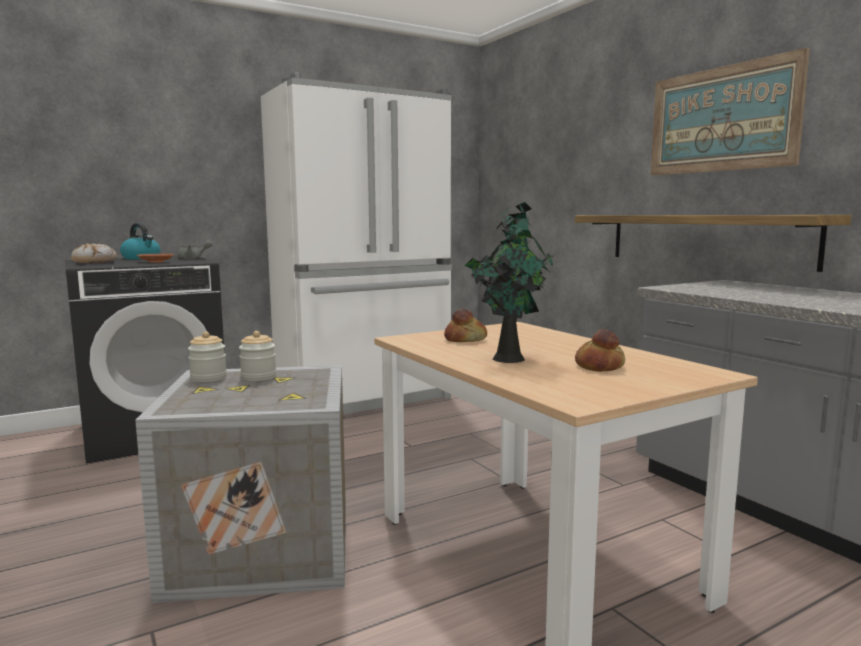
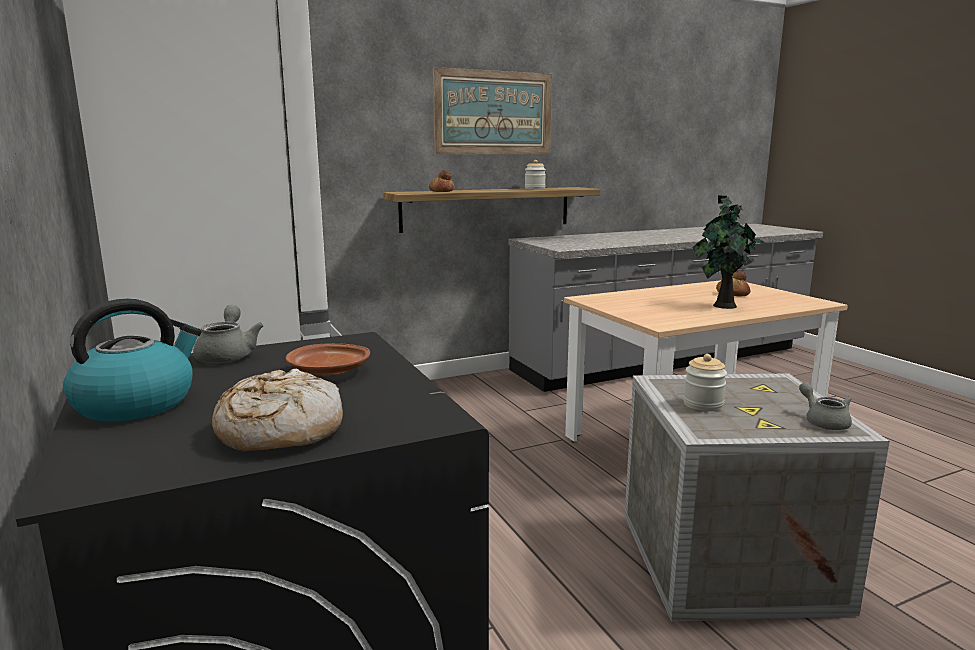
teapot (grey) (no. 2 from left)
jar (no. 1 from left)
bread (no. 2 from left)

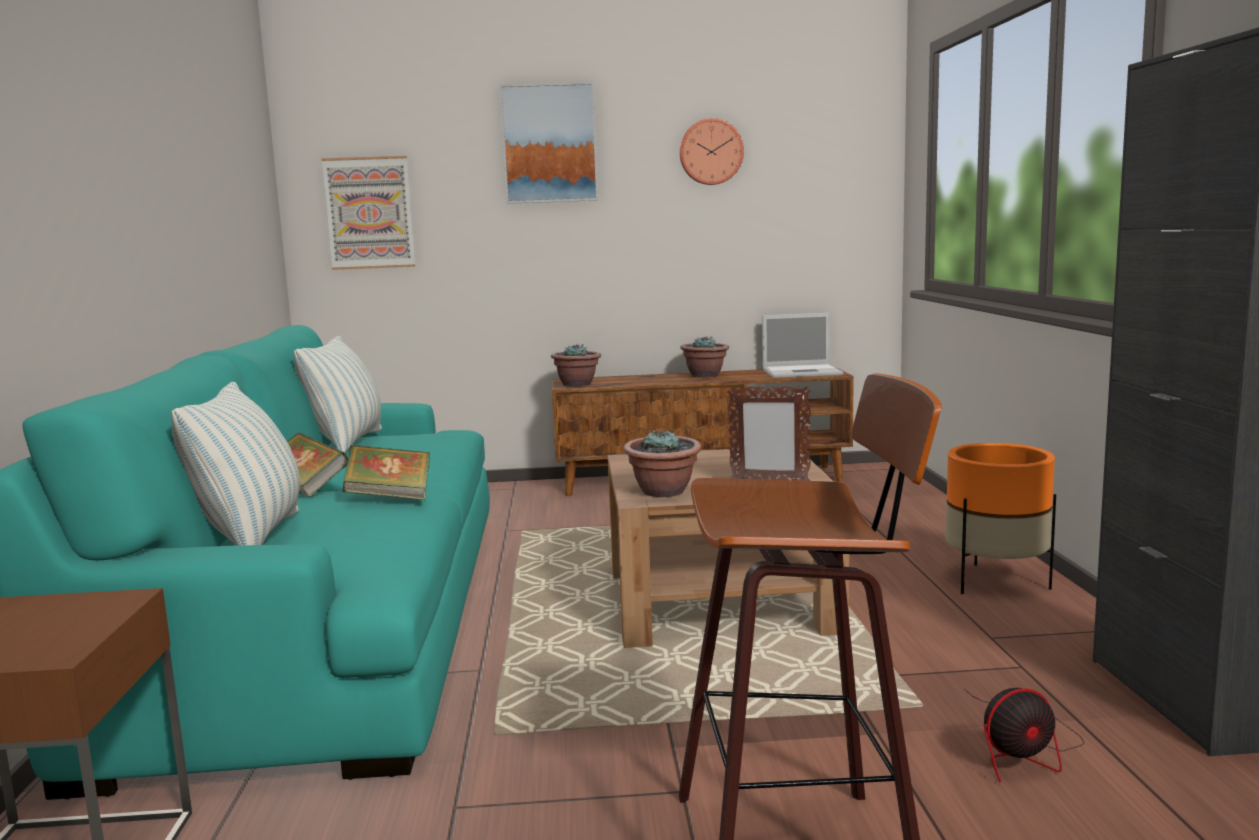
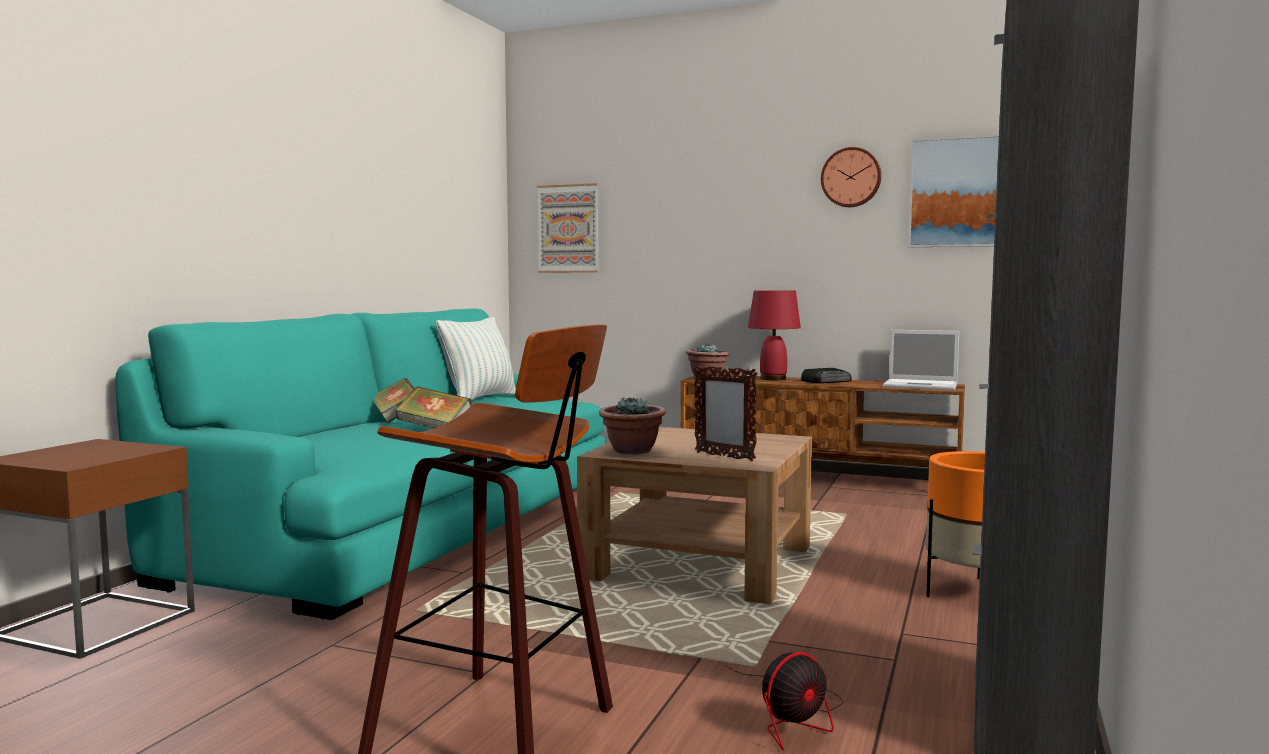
pillow (no. 1 from left in the first image)
table lamp (red)
picture (no. 2 from left)
radio
fan

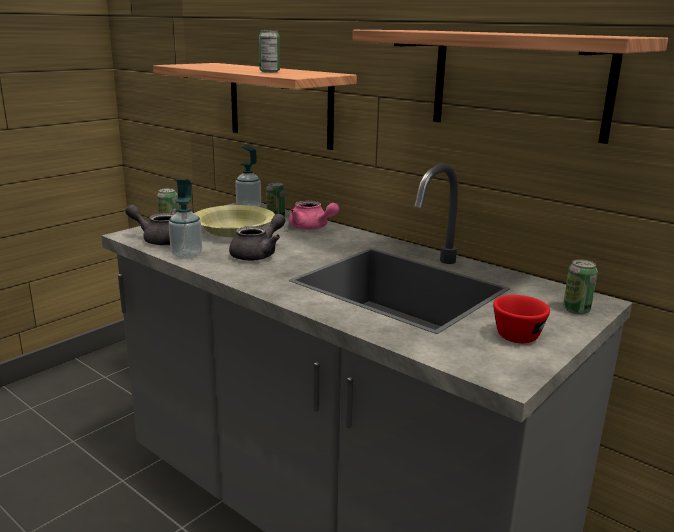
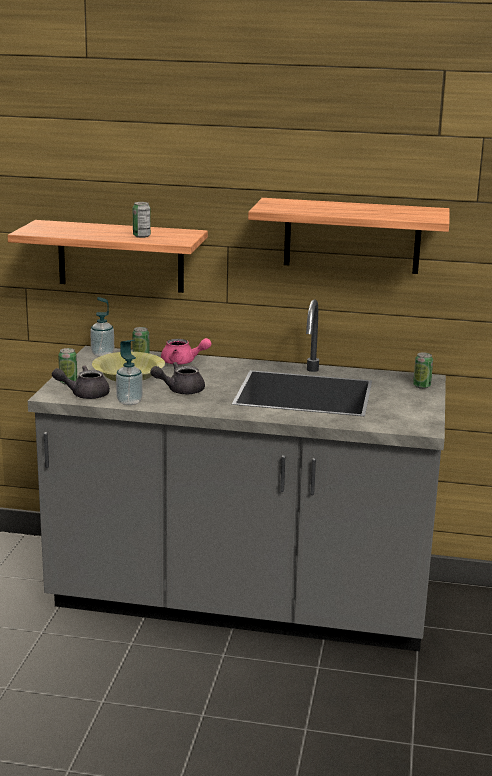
cup (red)
teapot (grey) (no. 2 from left)

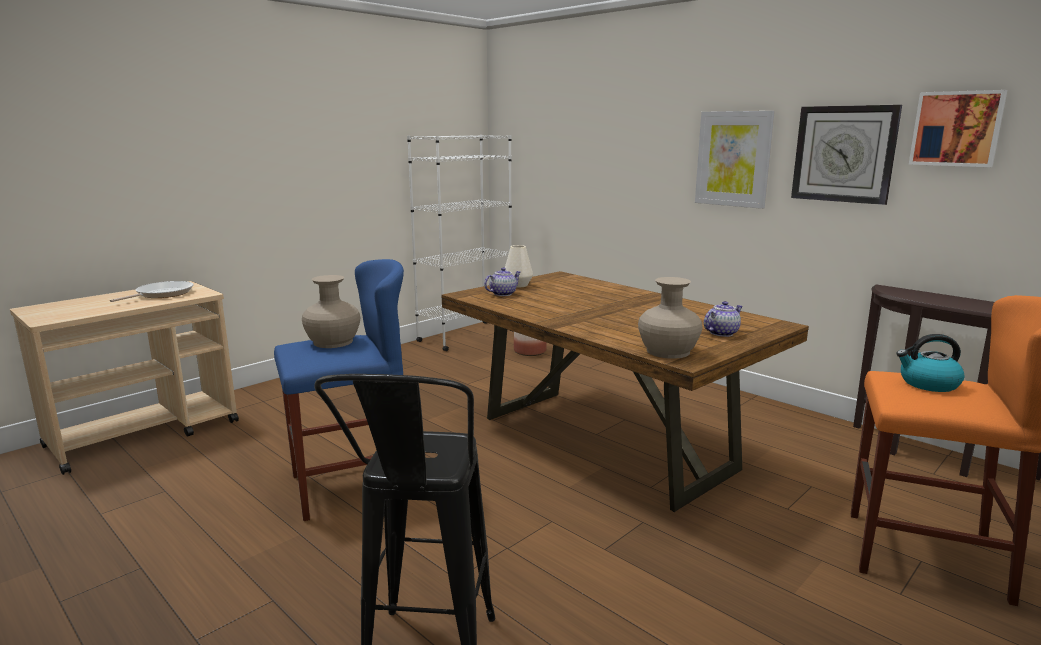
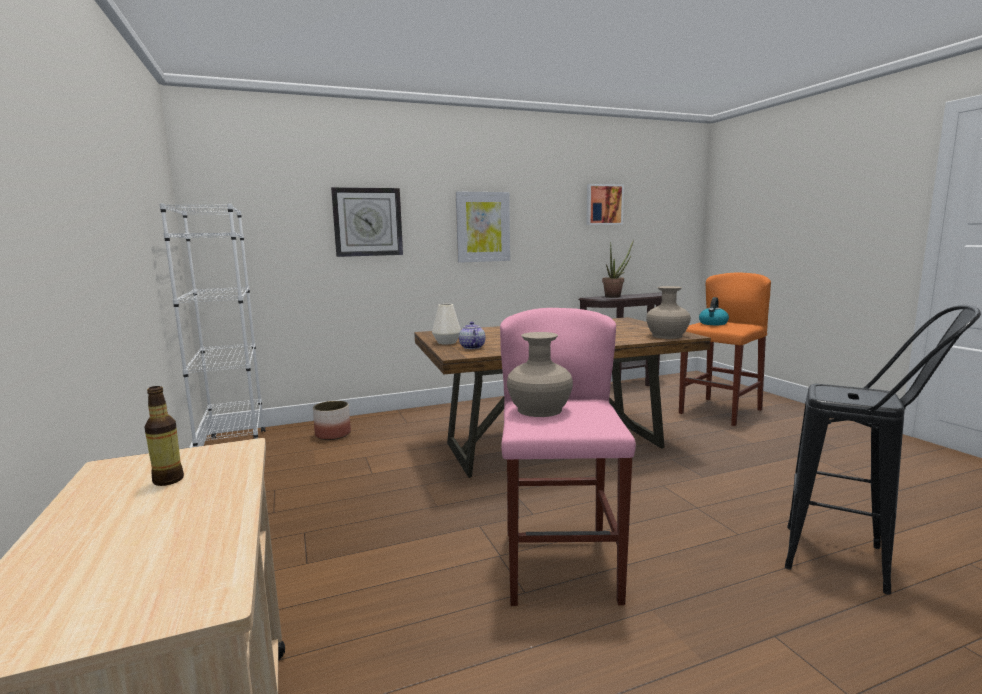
teapot (no. 2 from left in the first image)
potted plant
wall clock
bottle
stool (pink)

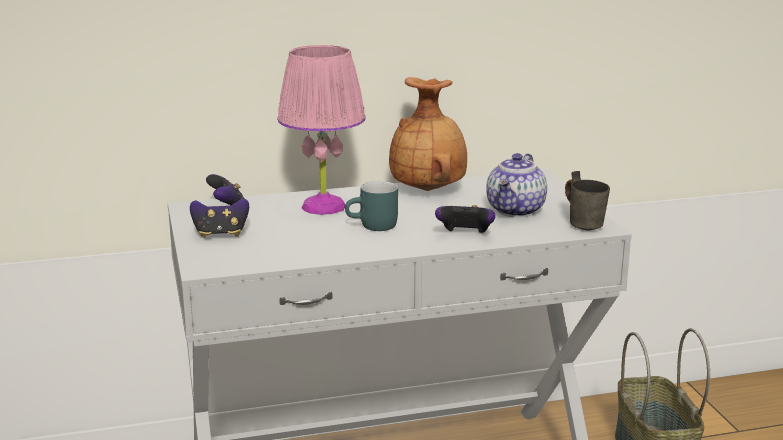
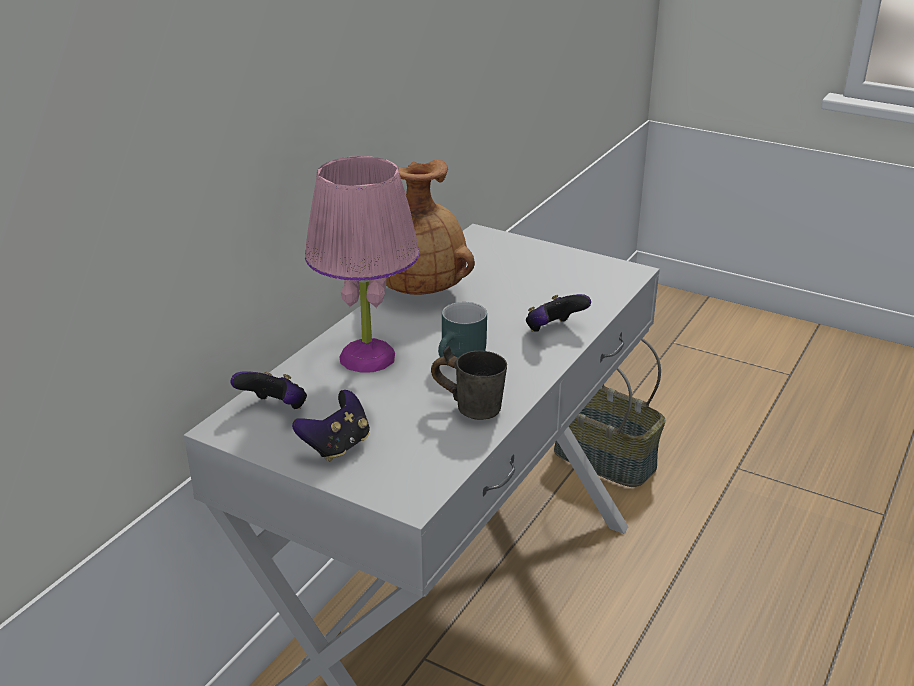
teapot
mug (grey)

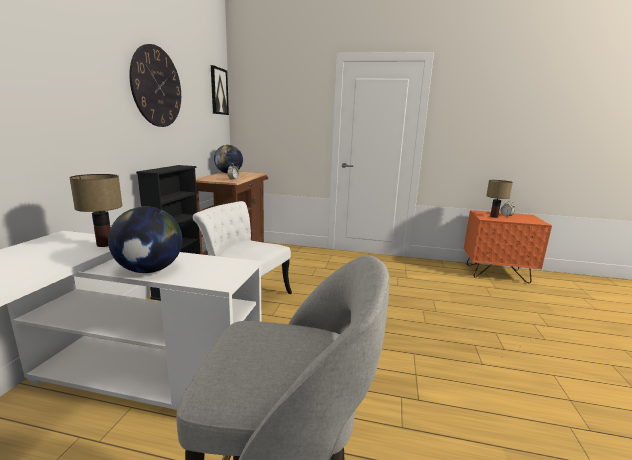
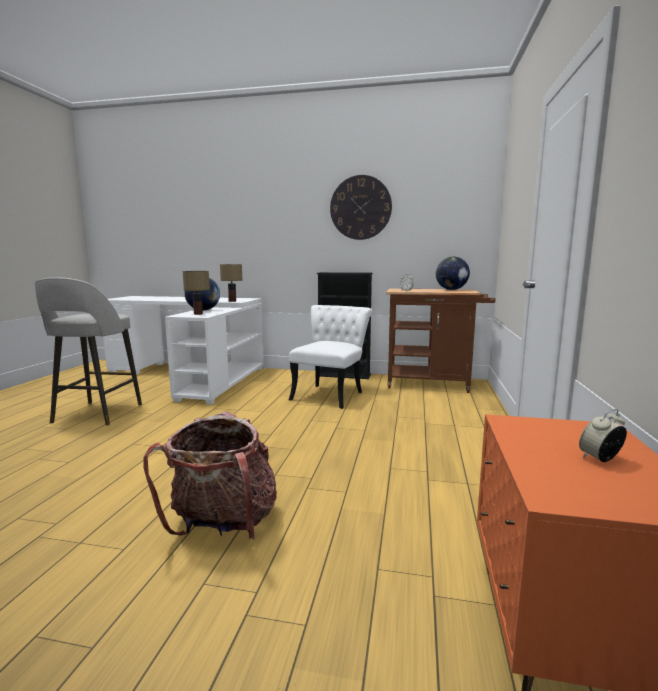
picture
backpack
table lamp (no. 1 from left)

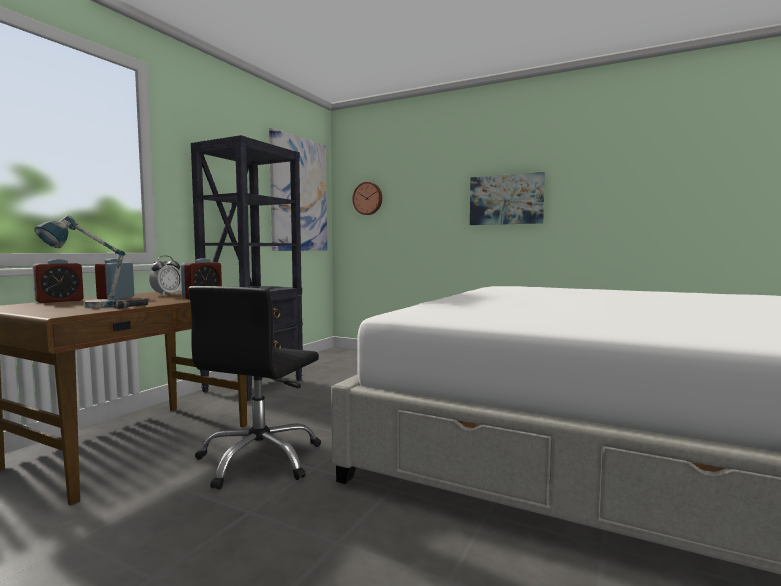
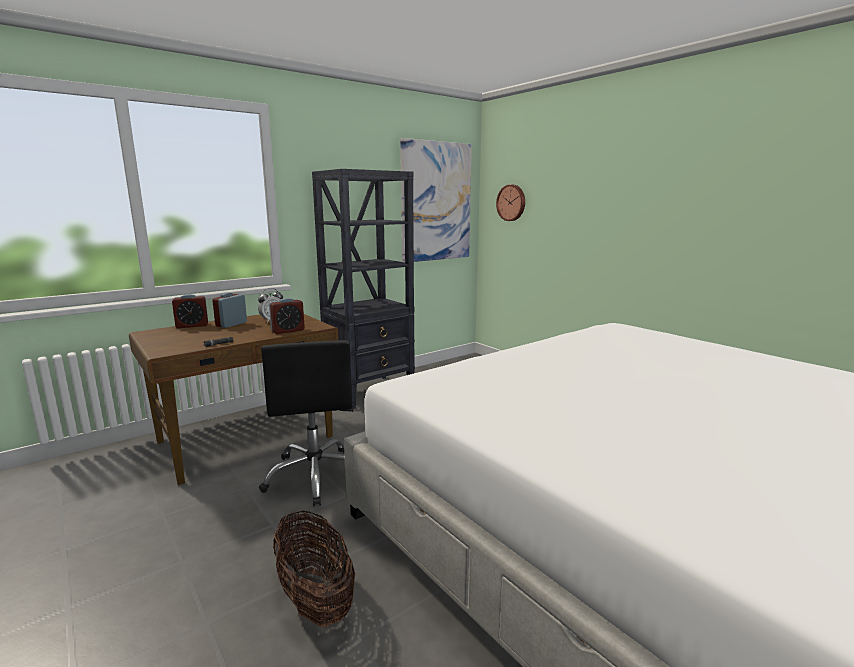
table lamp
picture (no. 2 from left in the first image)
basket
office chair (black)

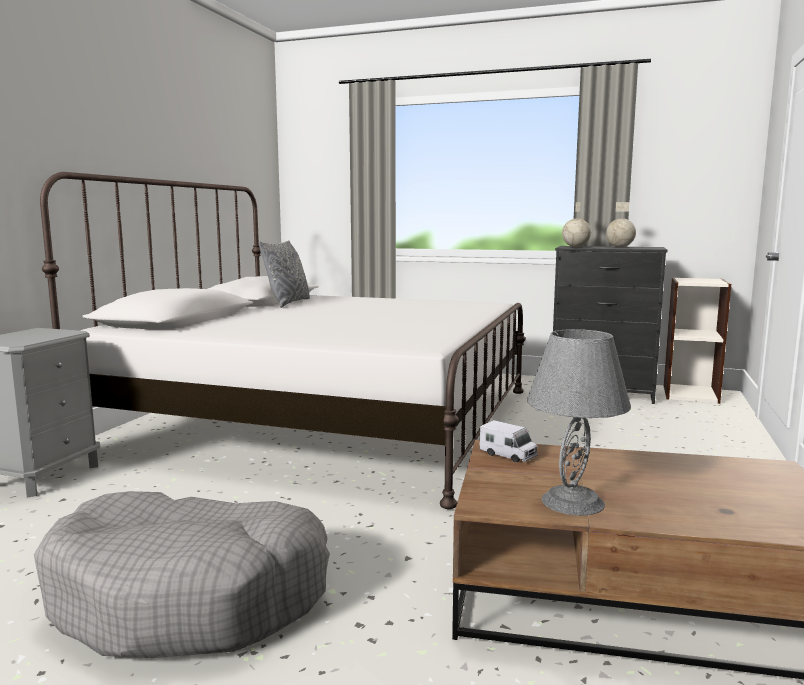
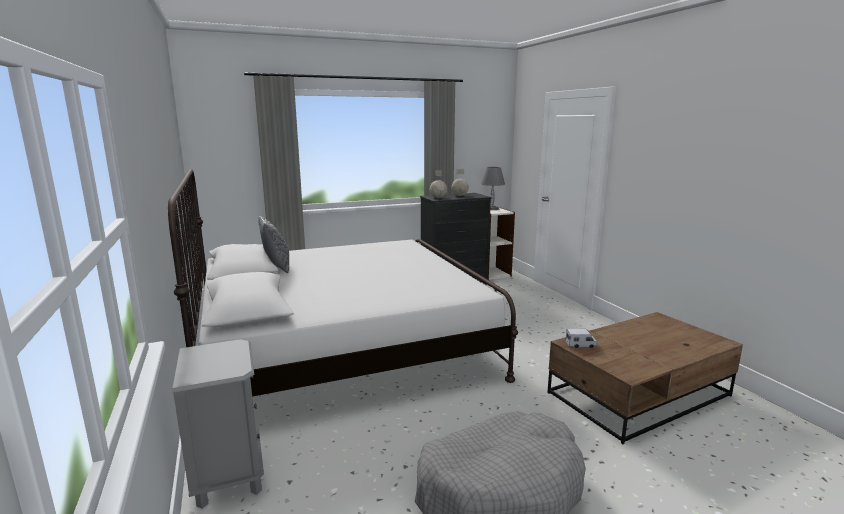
table lamp (grey)

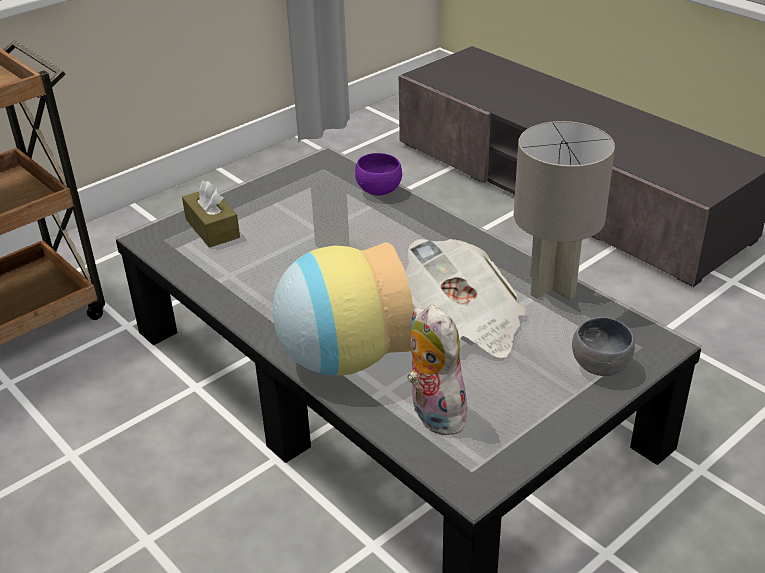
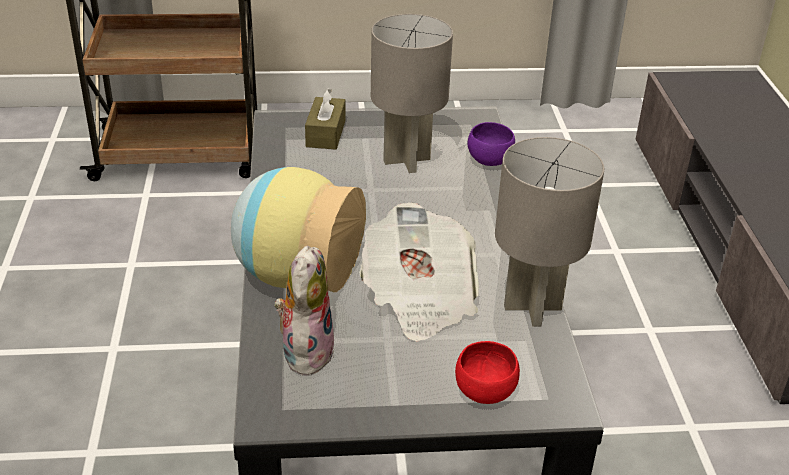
table lamp (grey) (no. 1 from left)
bowl (red)

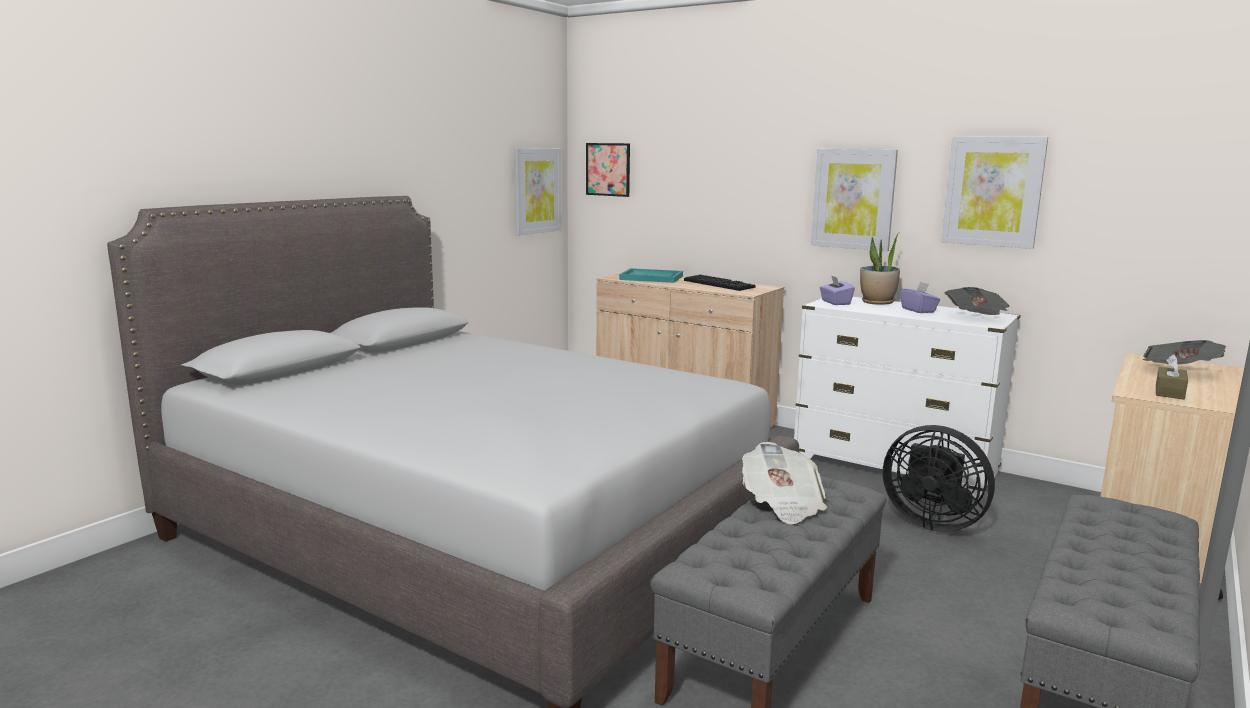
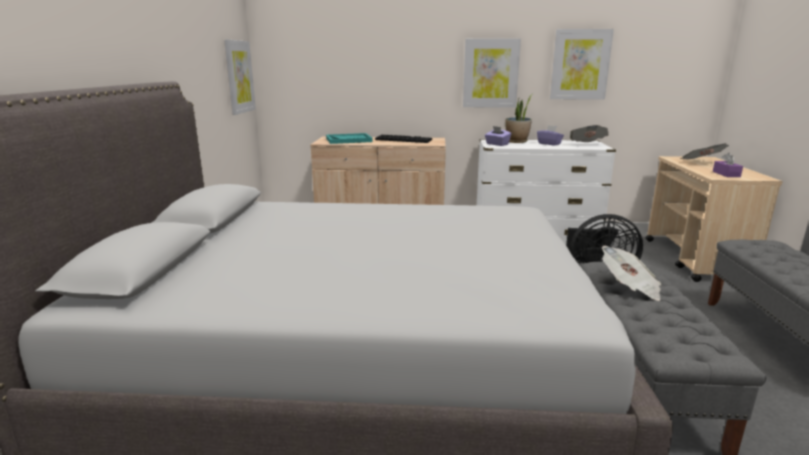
picture (no. 2 from left in the first image)
tissue box (purple) (no. 3 from left)

